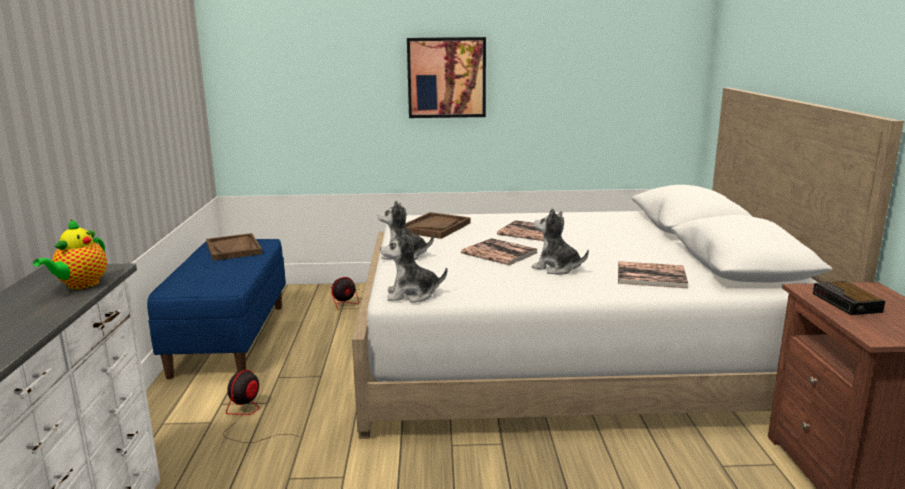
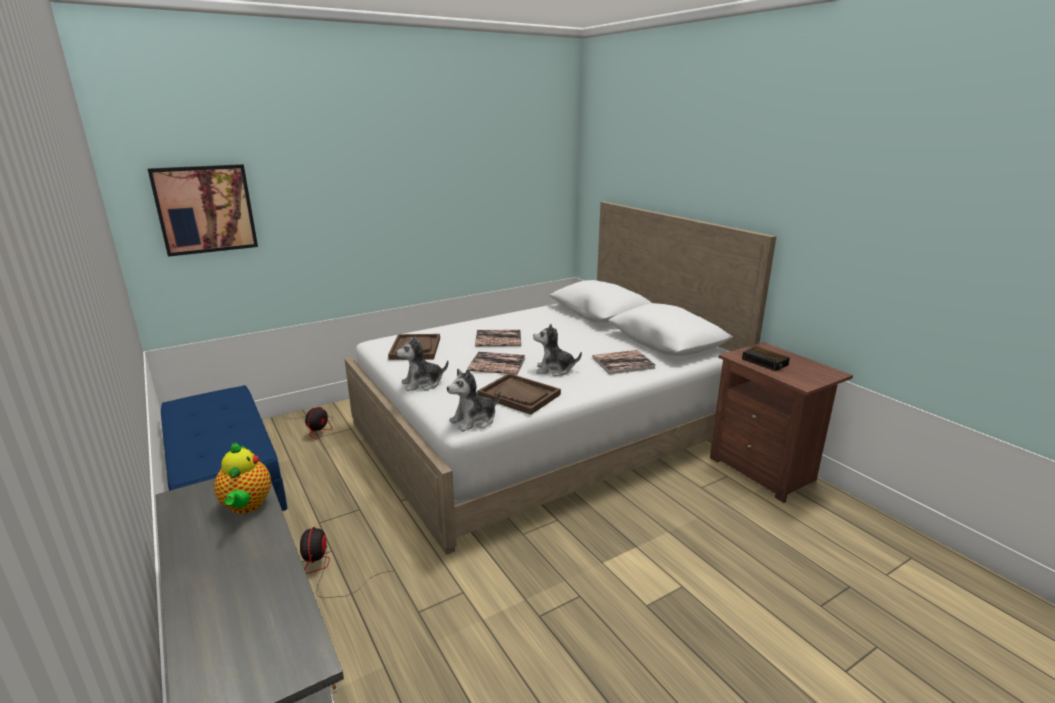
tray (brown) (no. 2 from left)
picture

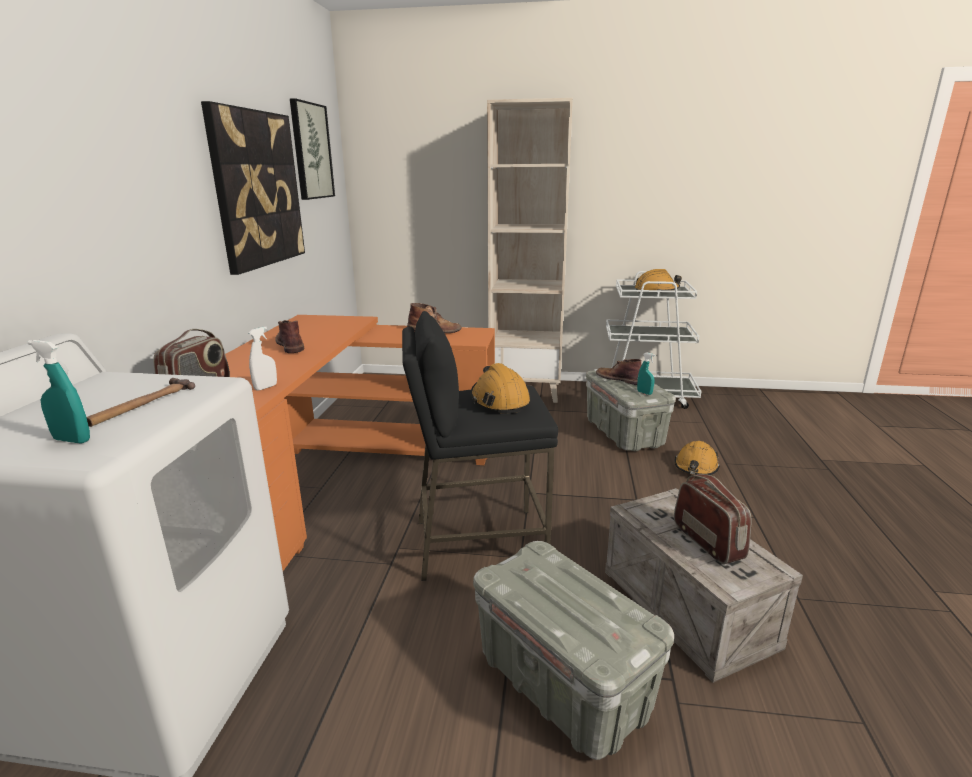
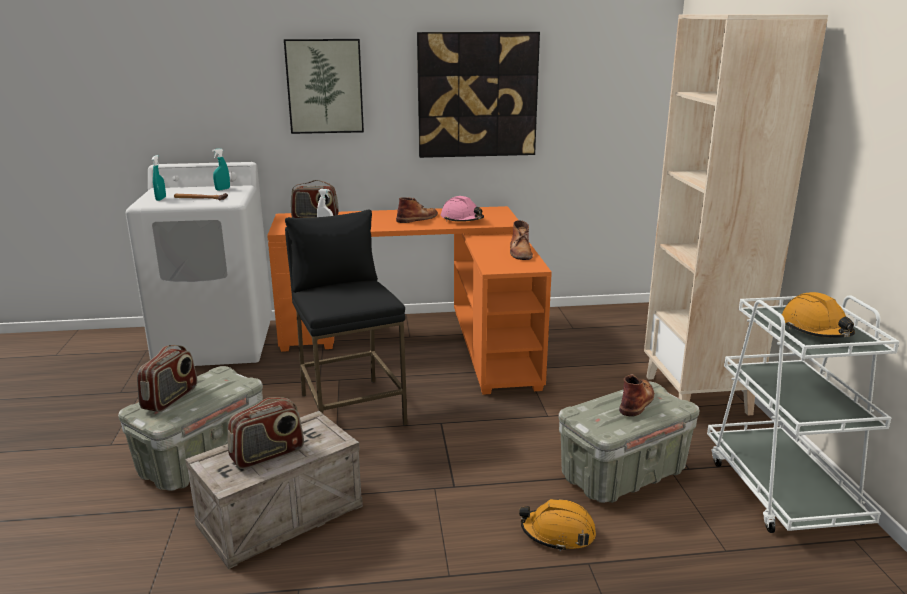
hard hat (orange) (no. 1 from left in the first image)
radio (no. 1 from left)
hard hat (pink)
picture (no. 1 from left)
spray bottle (turquoise) (no. 2 from left)

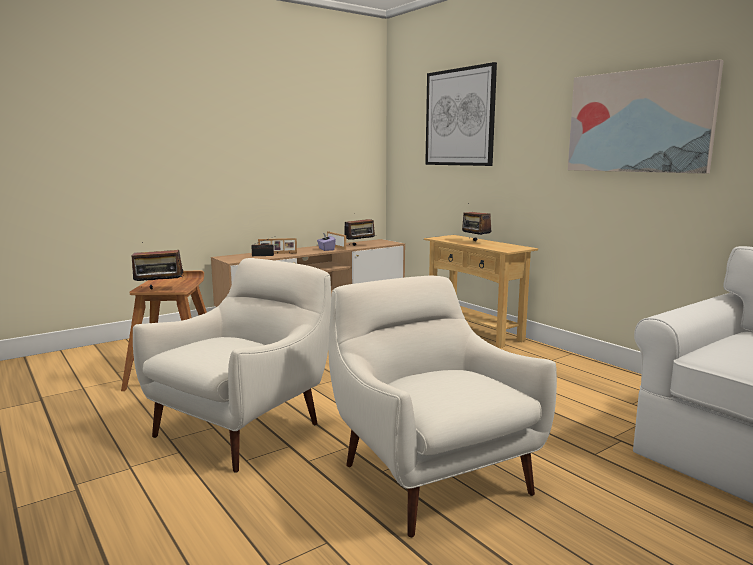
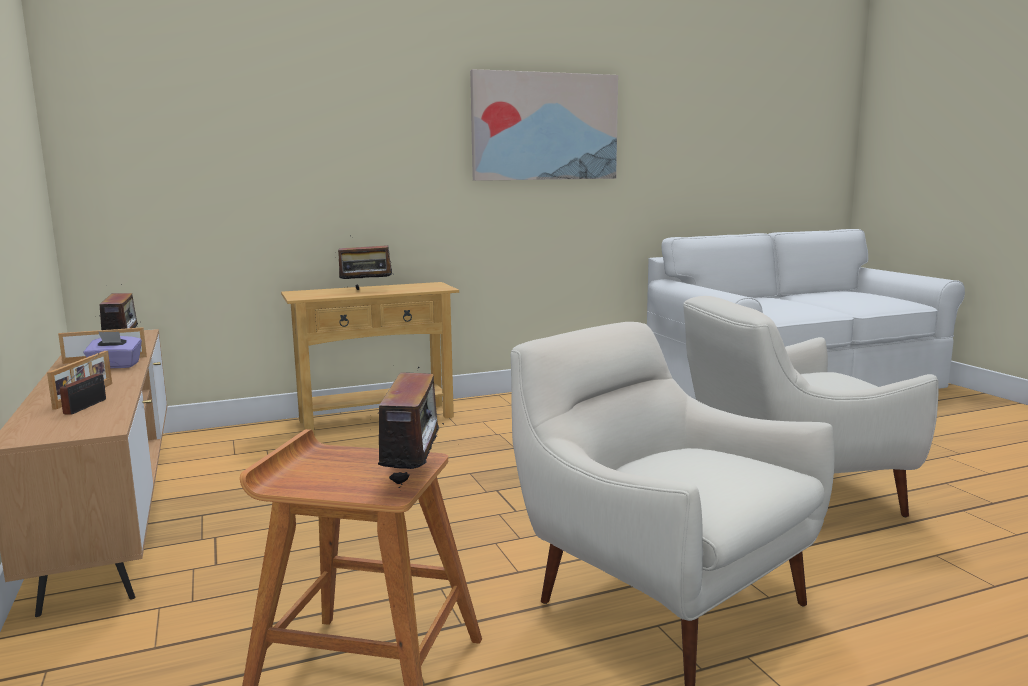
picture (no. 1 from left in the first image)

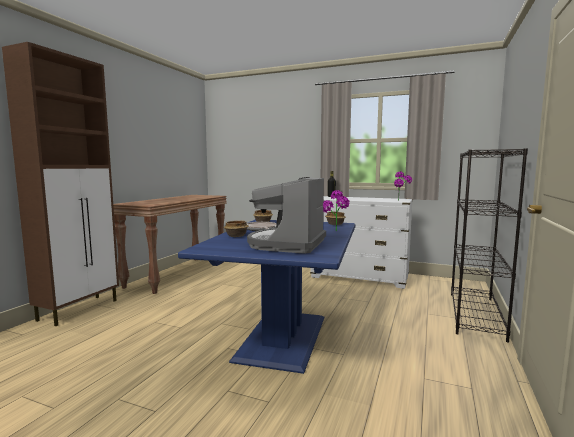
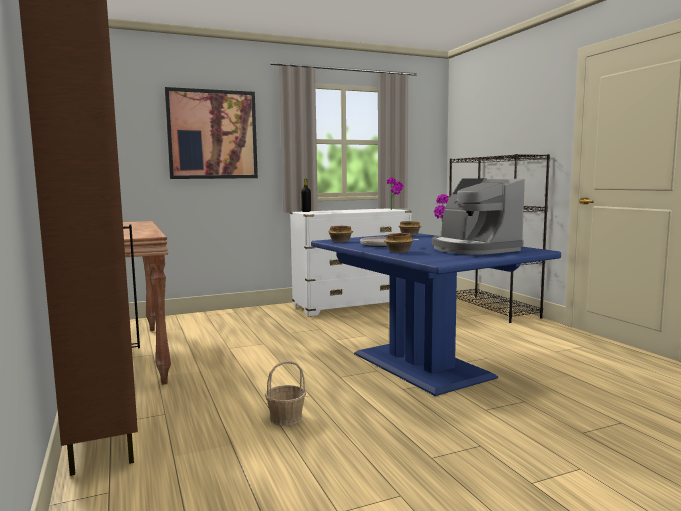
picture
basket

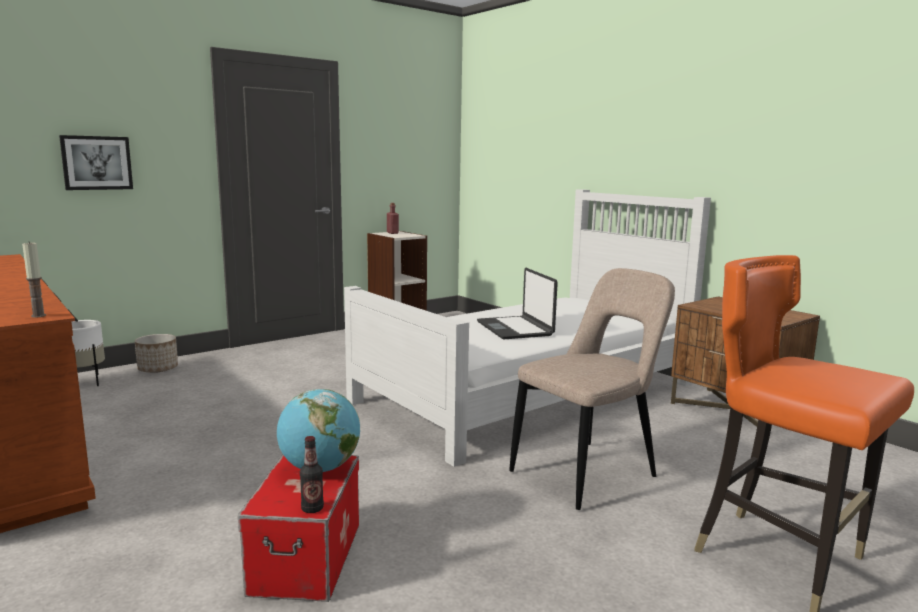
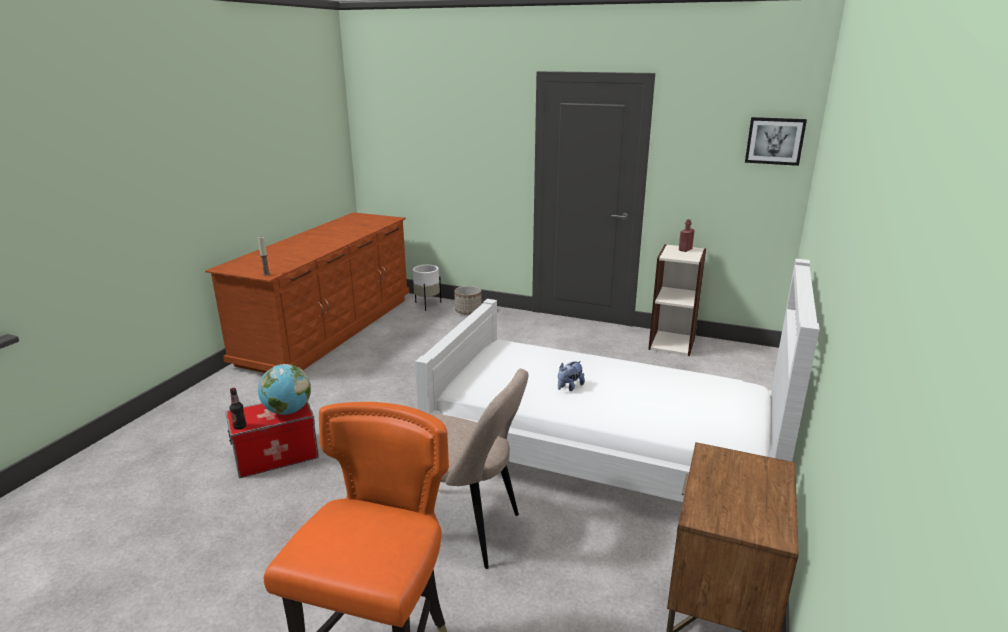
picture
plush toy

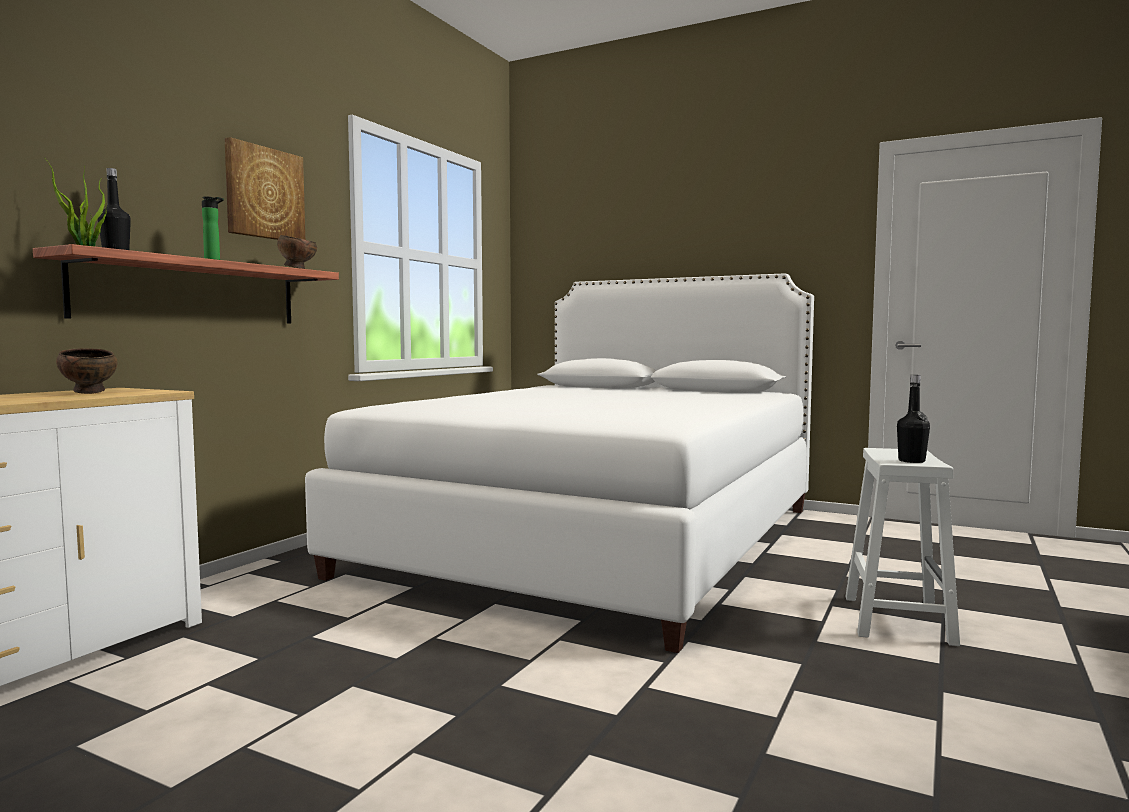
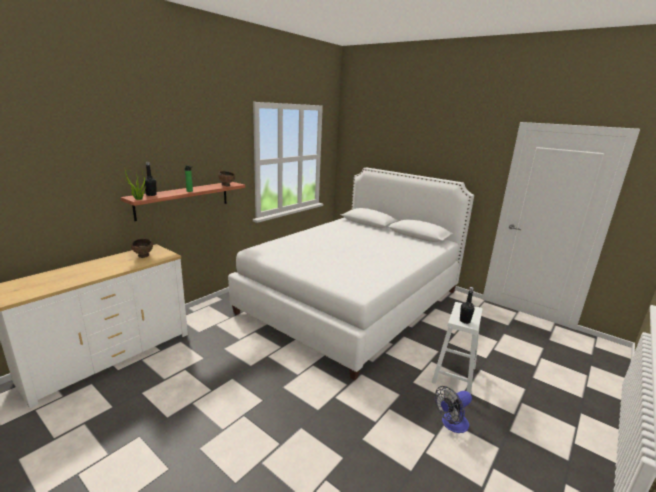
picture
fan

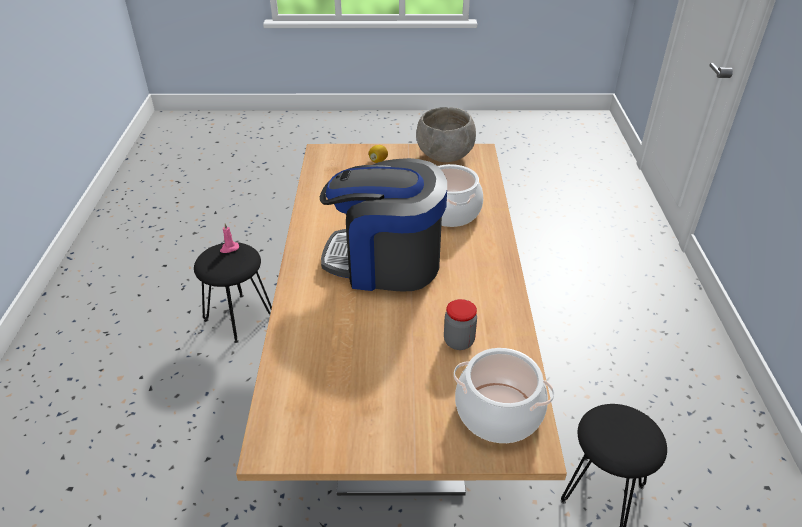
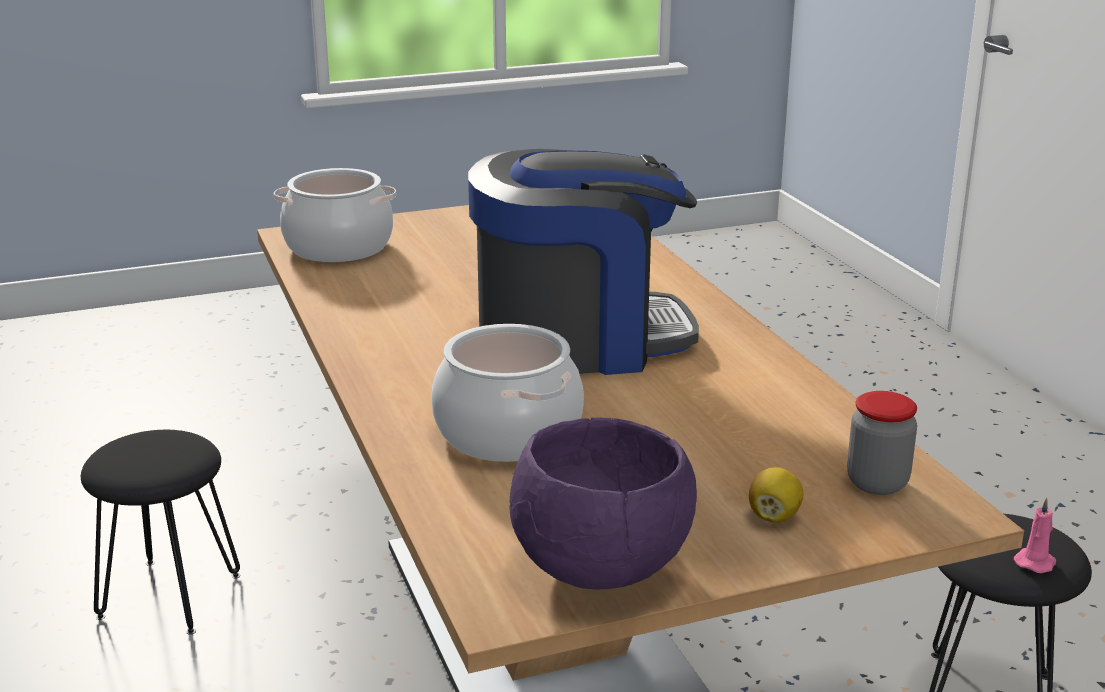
jar
bowl (purple)

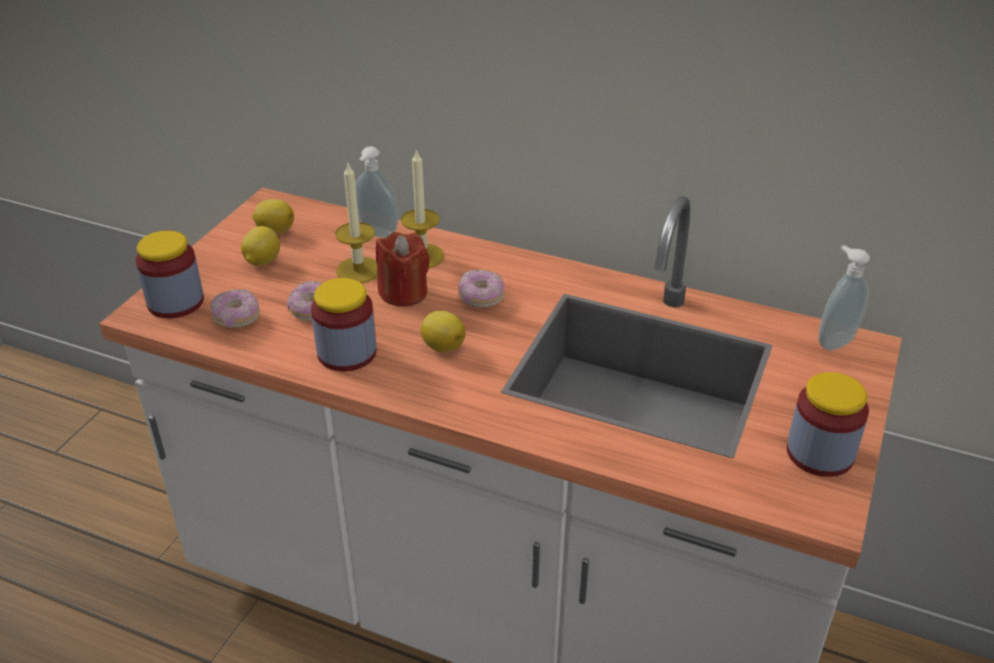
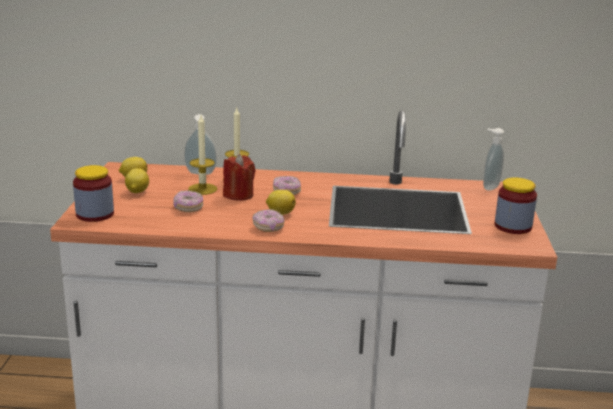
jar (no. 2 from left in the first image)
donut (no. 2 from left)

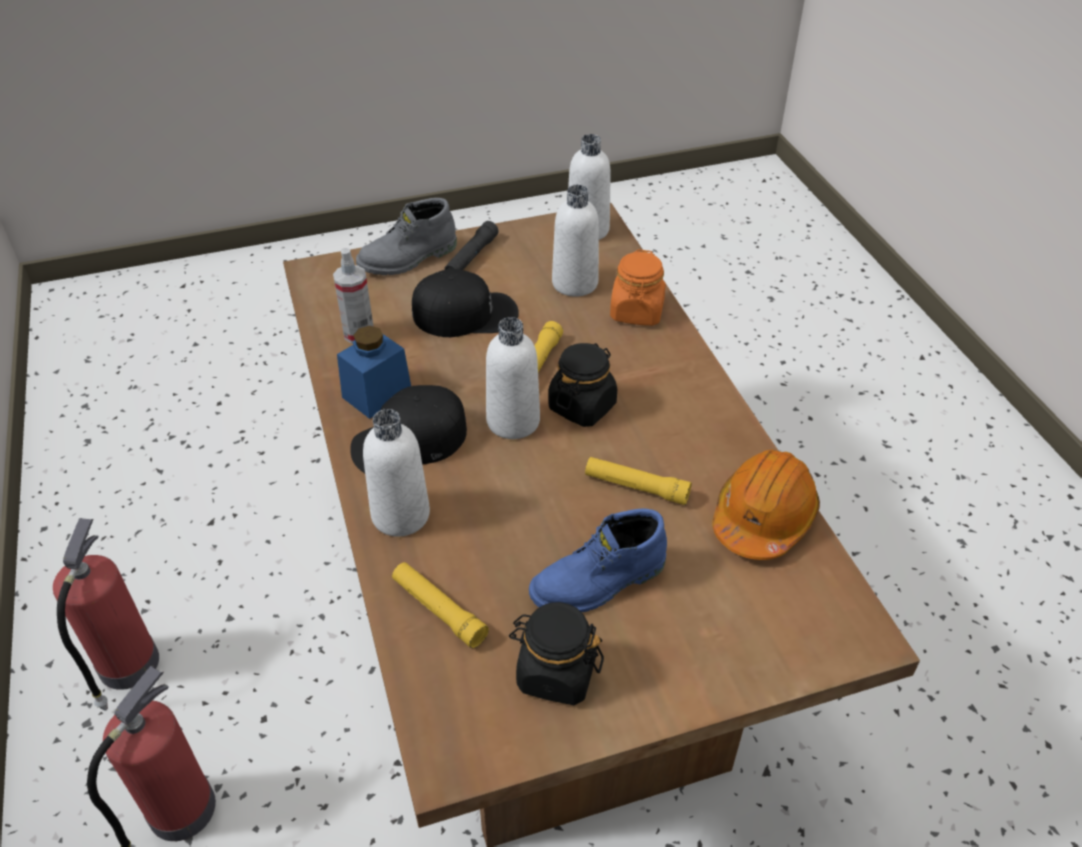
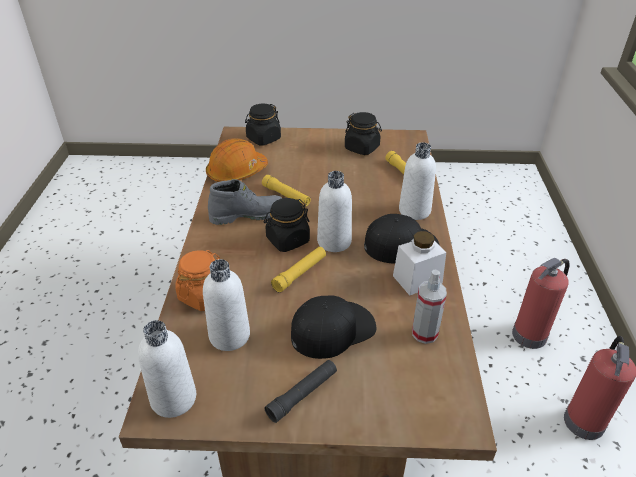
boot (blue)
jar (black) (no. 1 from left)
boot (grey)
jar (white)
cap (black) (no. 1 from left)

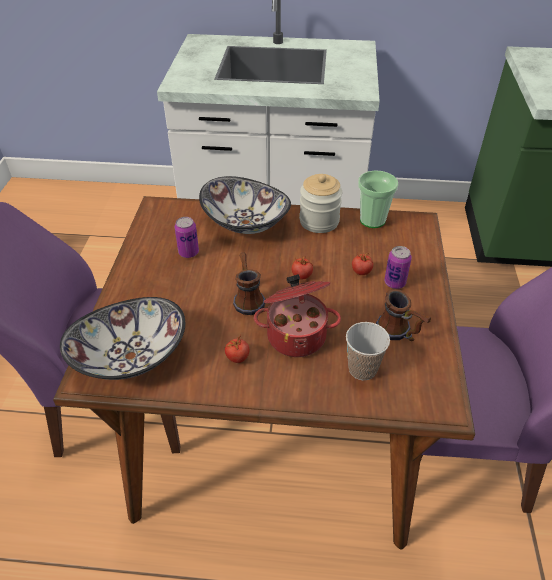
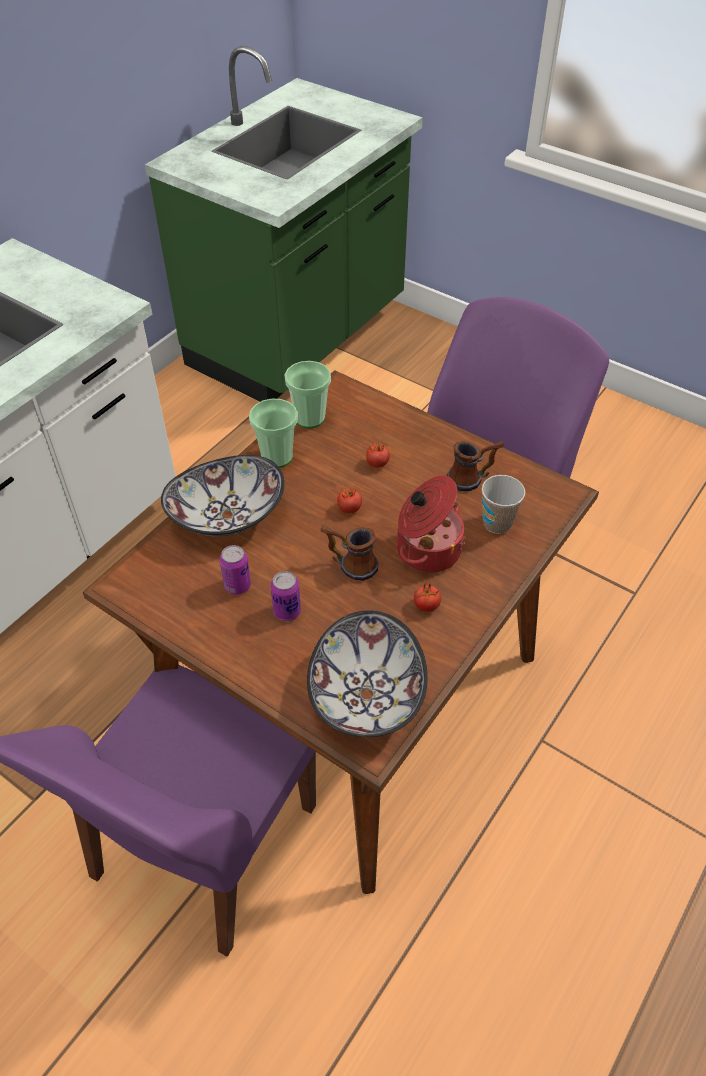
can (no. 2 from left)
cup (no. 1 from left)

